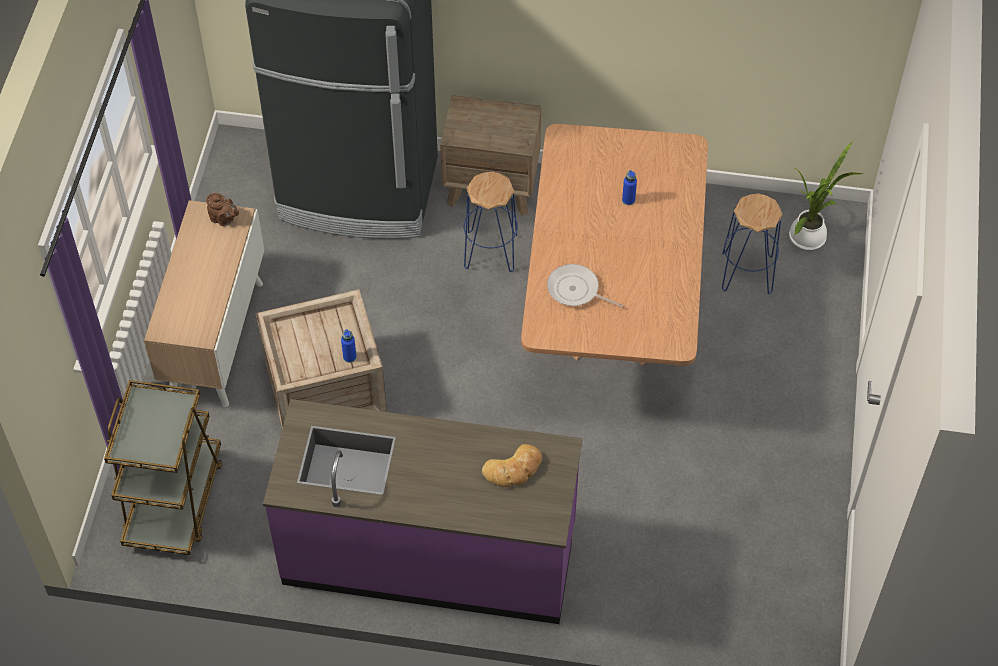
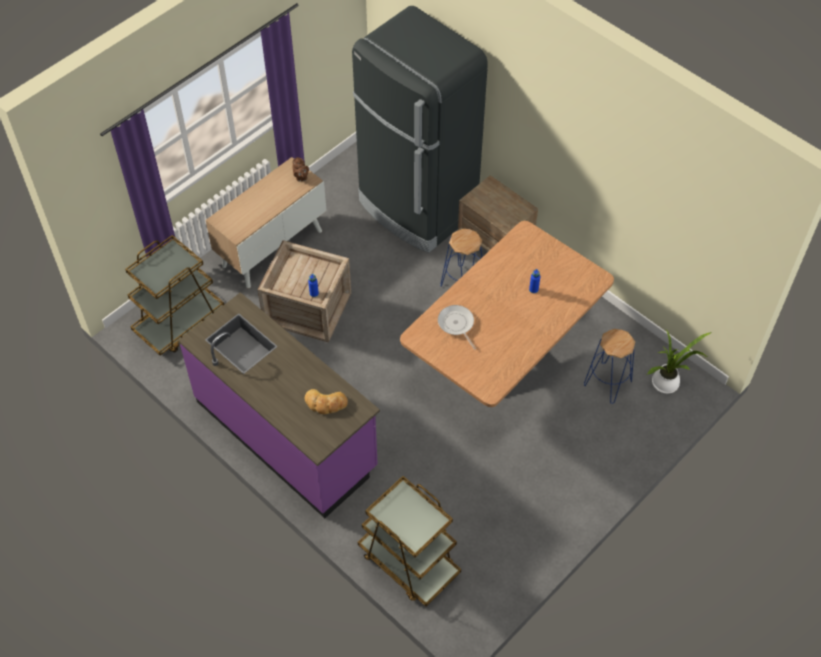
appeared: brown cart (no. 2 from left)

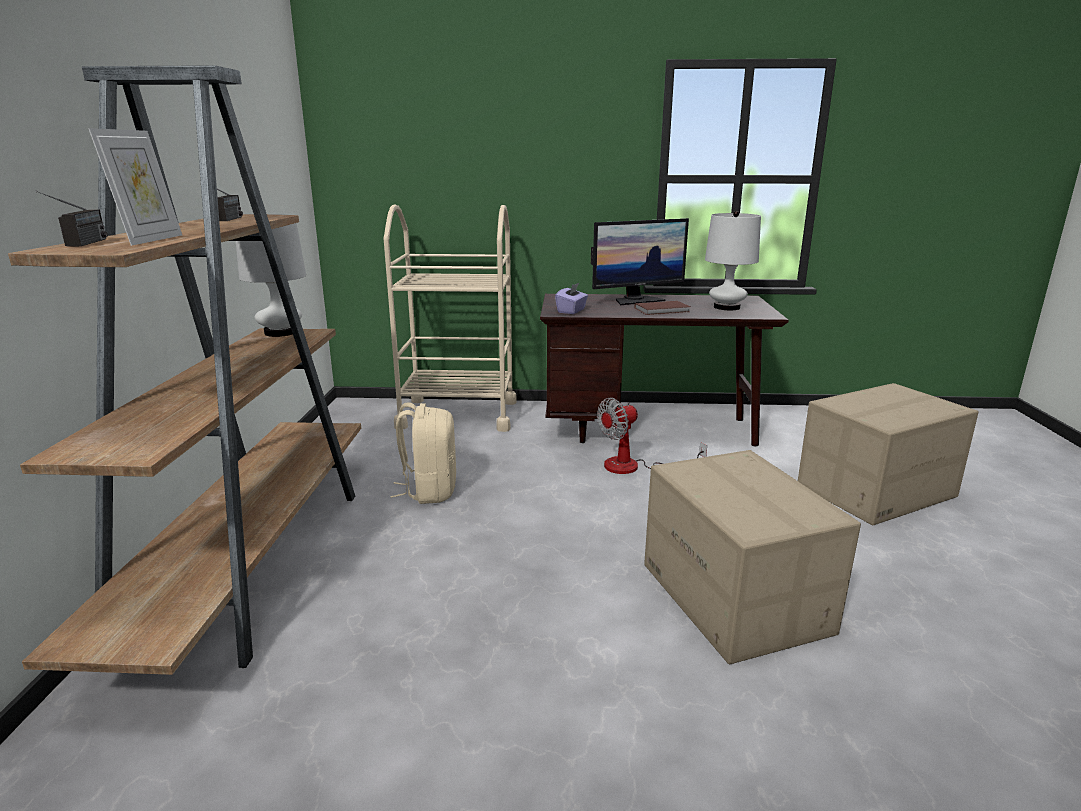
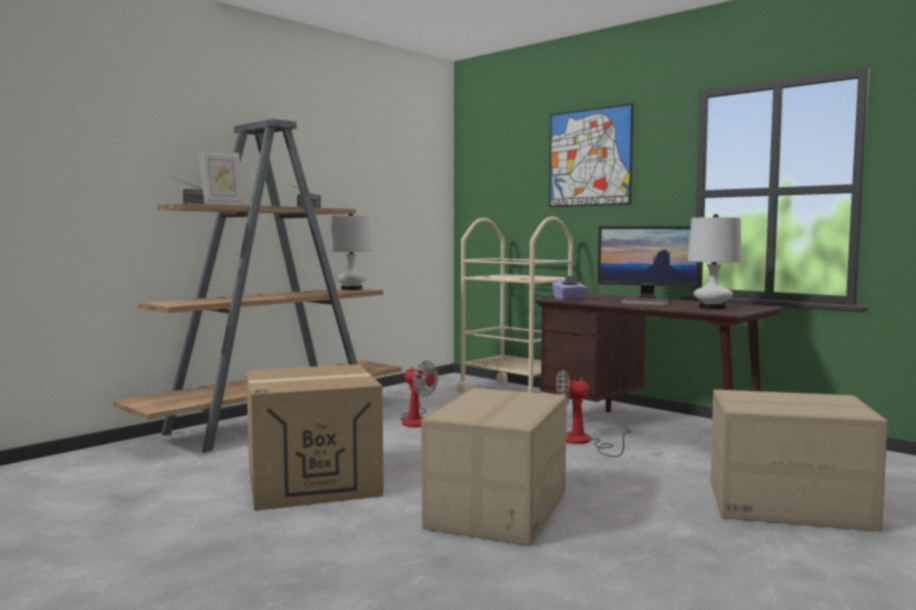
appeared: cardboard box (no. 1 from left); picture
exchanged: beige backpack to fan (no. 1 from left)

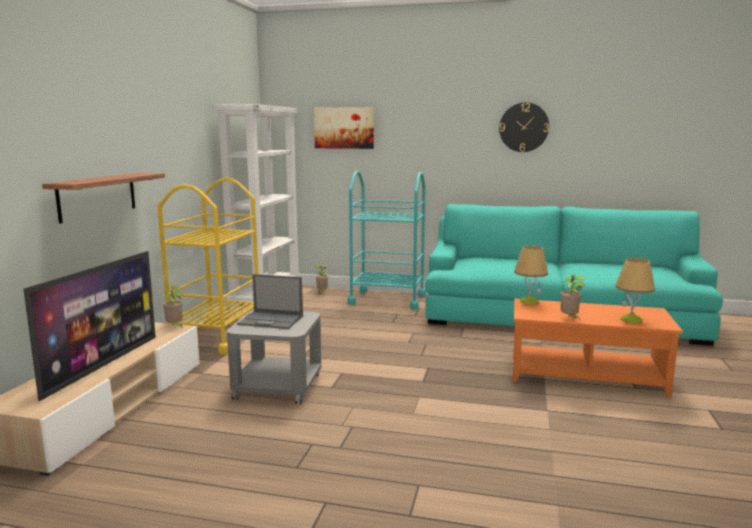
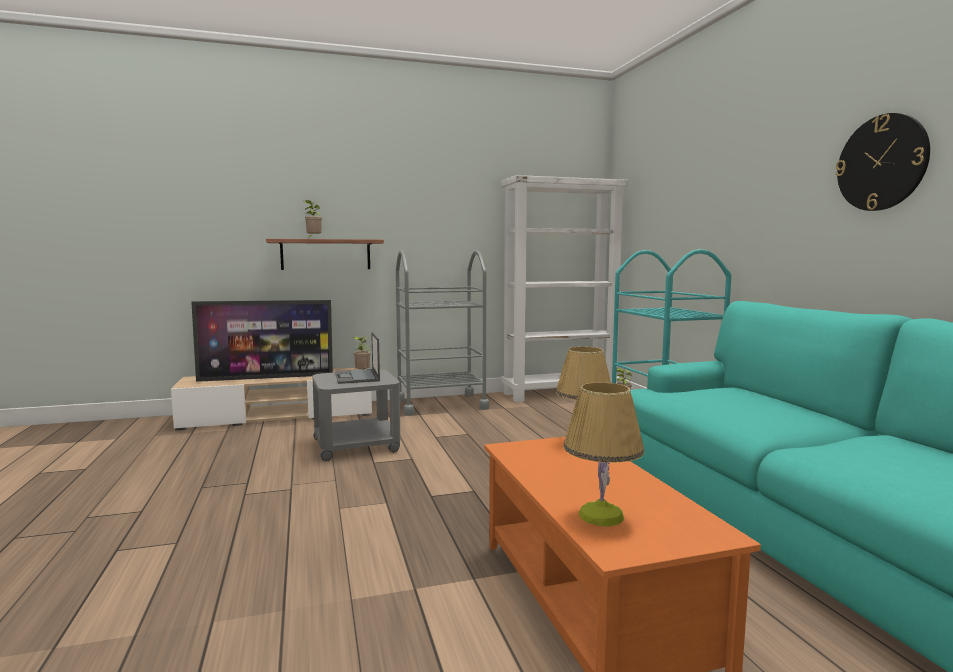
missing: picture
relocated: potted plant (no. 3 from left in the first image) to potted plant (no. 1 from left)
colour: yellow cart to grey cart

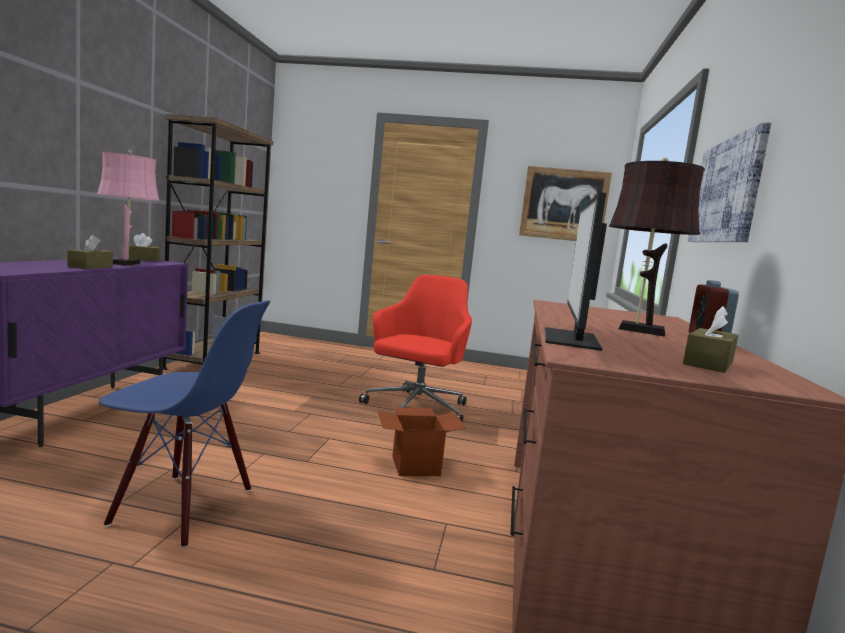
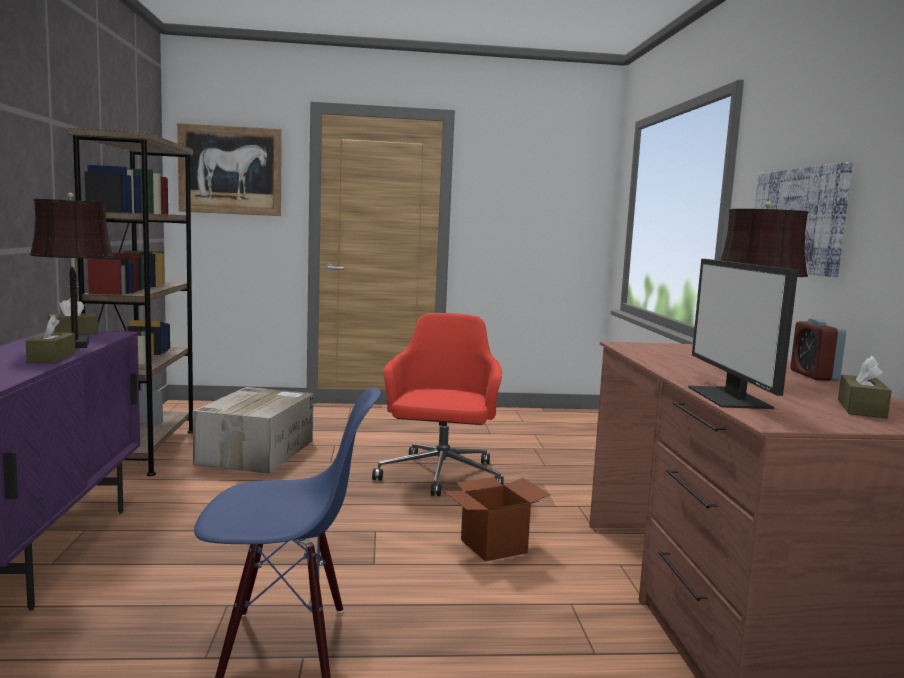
appeared: cardboard box (no. 1 from left)
relocated: picture (no. 1 from left)
colour: pink table lamp to brown table lamp (no. 1 from left)

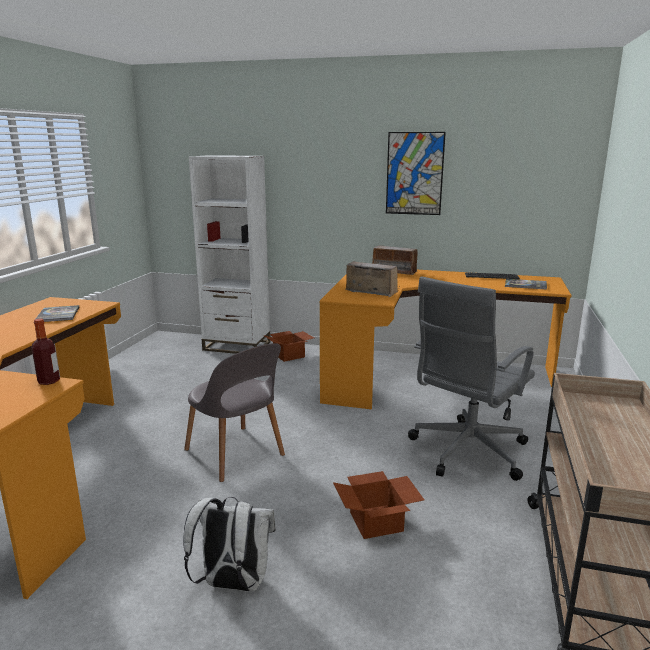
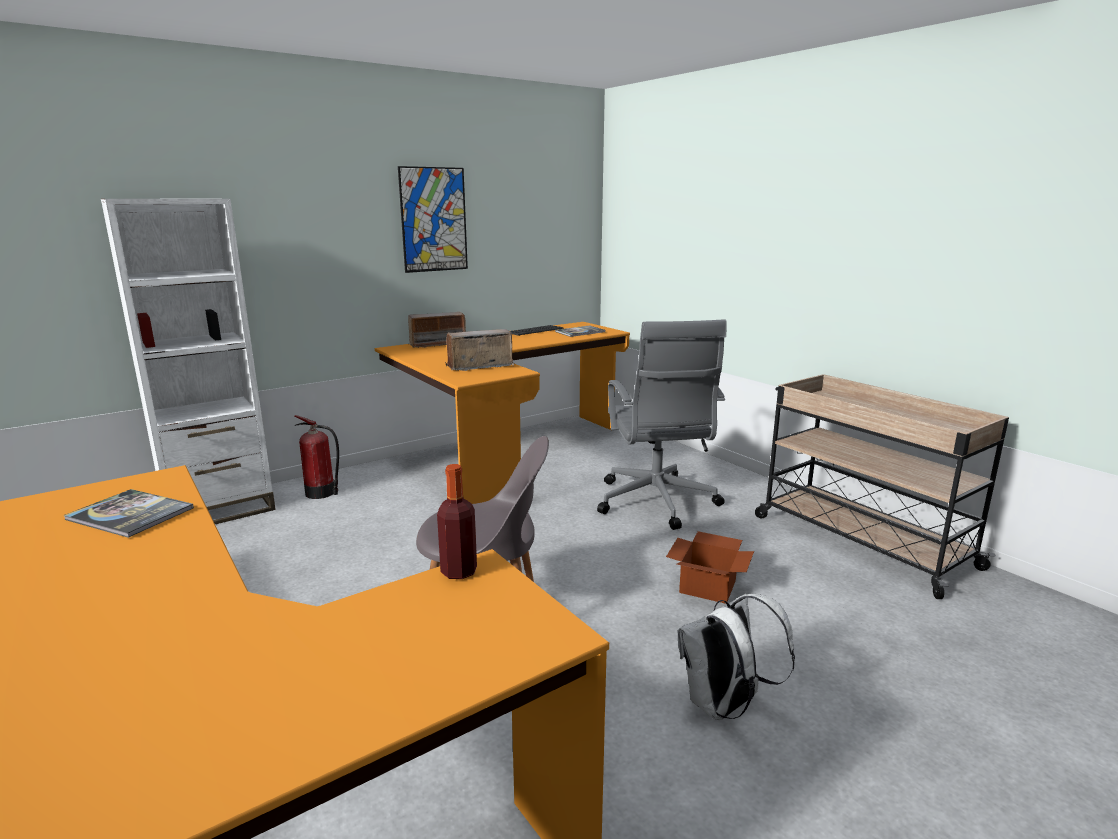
exchanged: cardboard box (no. 1 from left) to fire extinguisher

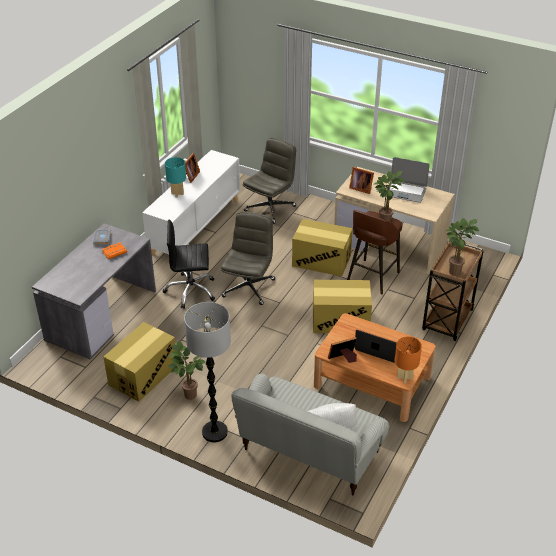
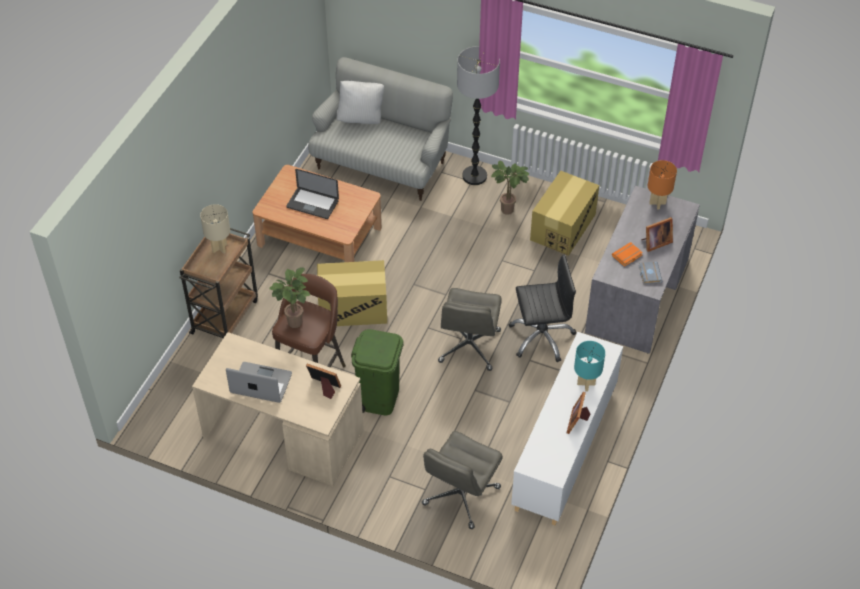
relocated: picture frame (no. 2 from left in the first image) to picture frame (no. 3 from left); orange table lamp
exchanged: potted plant (no. 3 from left) to beige table lamp; cardboard box (no. 2 from left) to green trash can

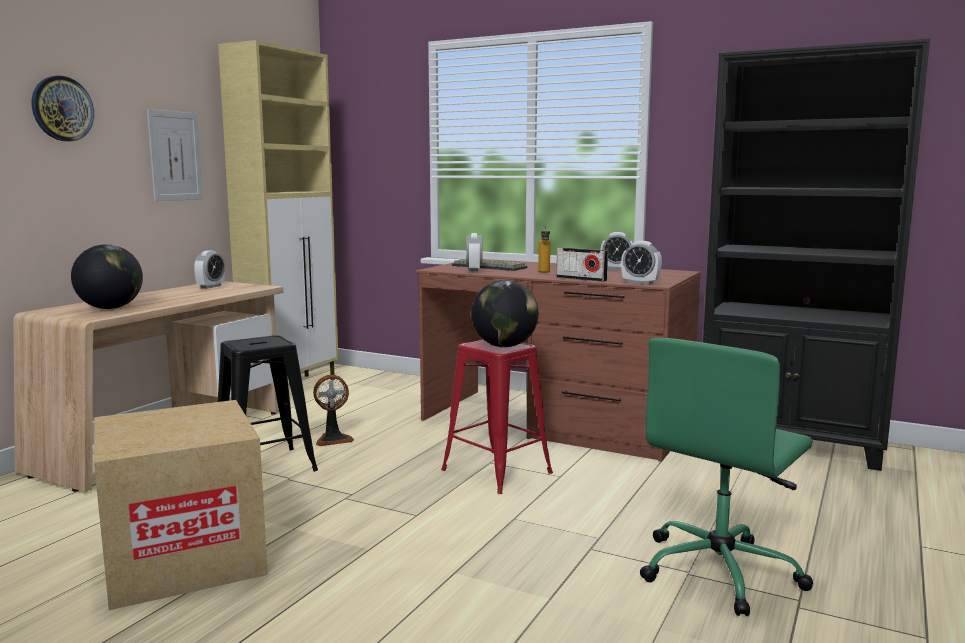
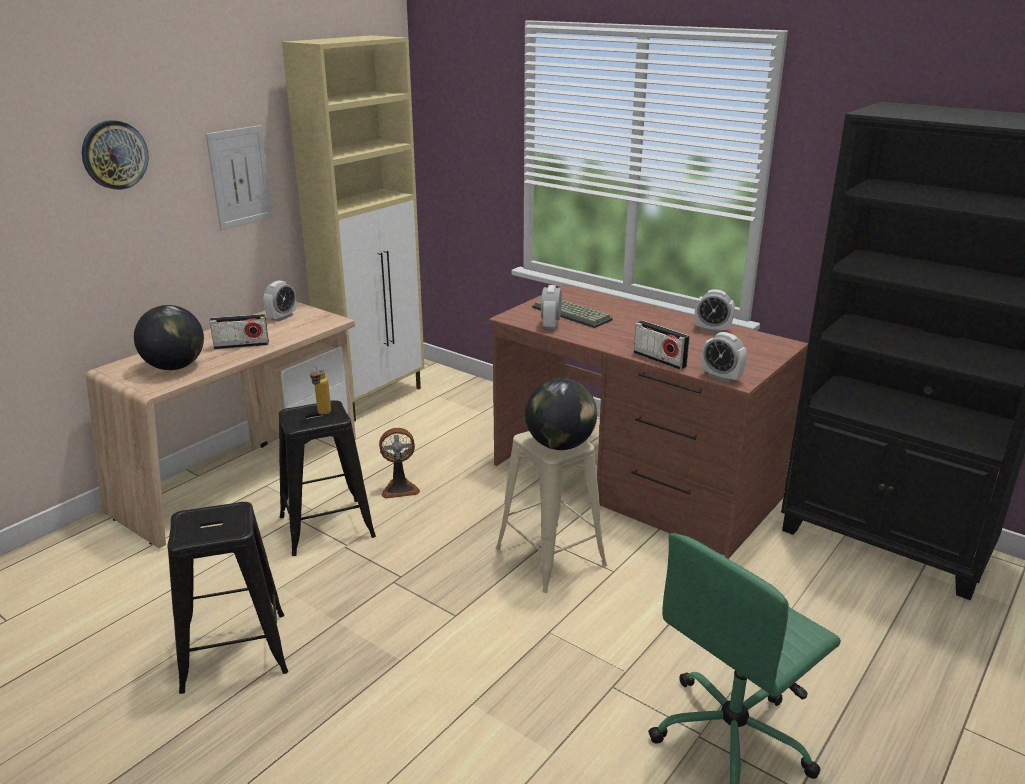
appeared: radio (no. 1 from left)
relocated: bottle
exchanged: cardboard box to black stool (no. 1 from left)
colour: red stool to beige stool

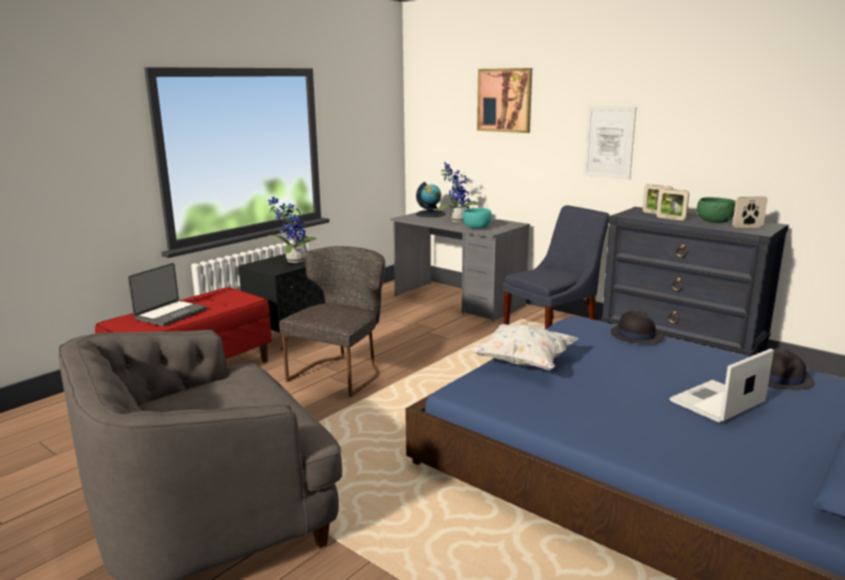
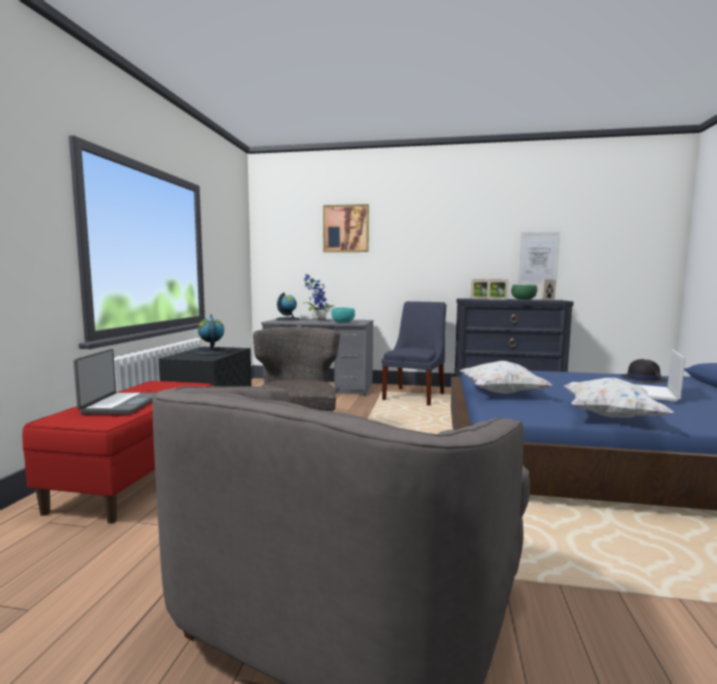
missing: black hat (no. 1 from left)
appeared: white pillow (no. 2 from left)
relocated: picture (no. 2 from left)
exchanged: potted plant (no. 1 from left) to globe (no. 1 from left)

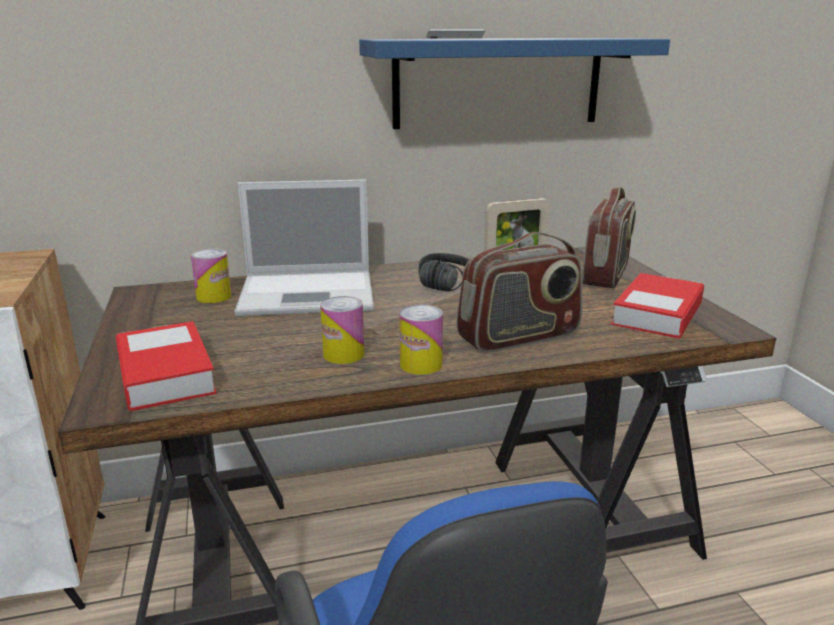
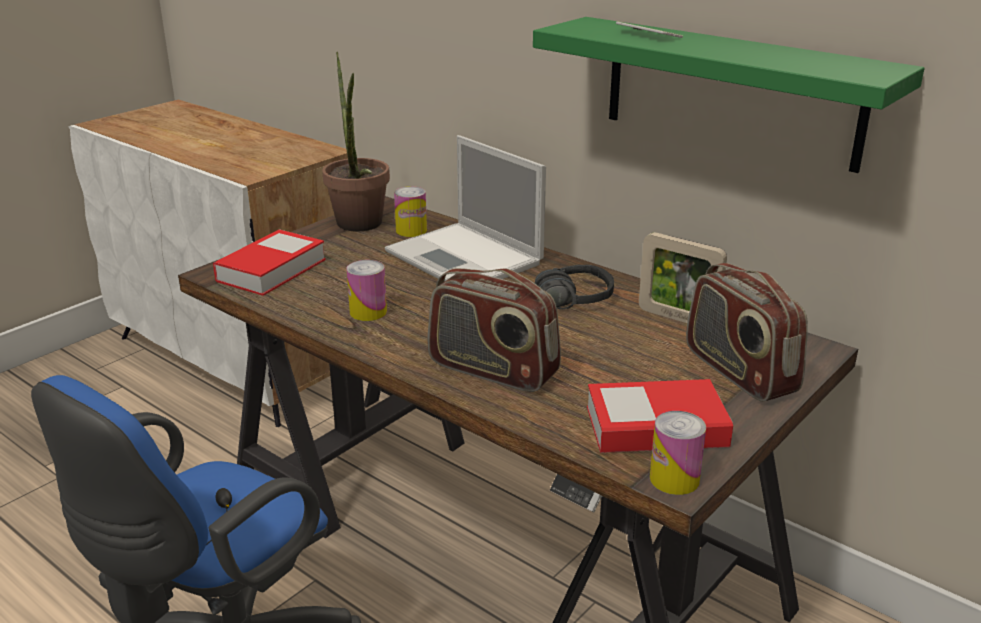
appeared: potted plant
relocated: can (no. 3 from left)
colour: blue shelf to green shelf
spun: radio (no. 2 from left) 75 degrees clockwise

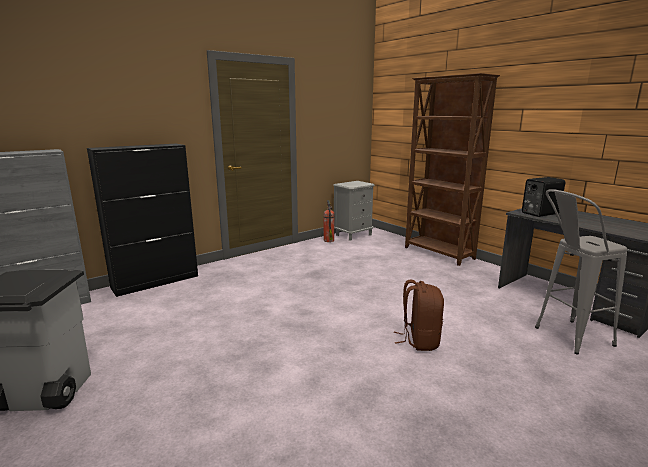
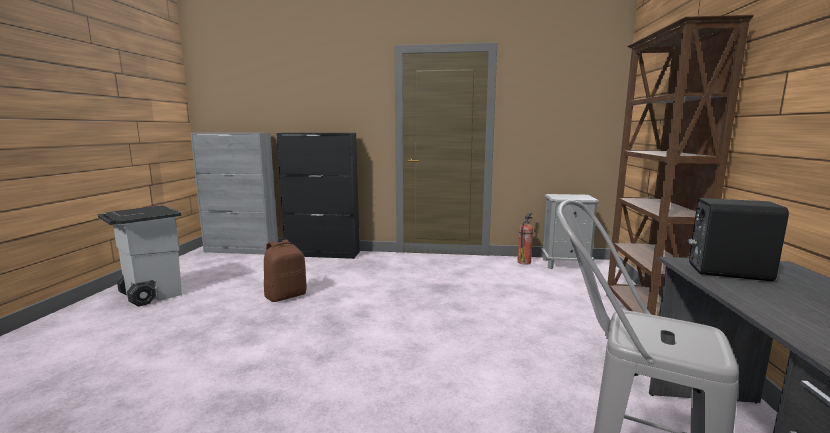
relocated: brown backpack

